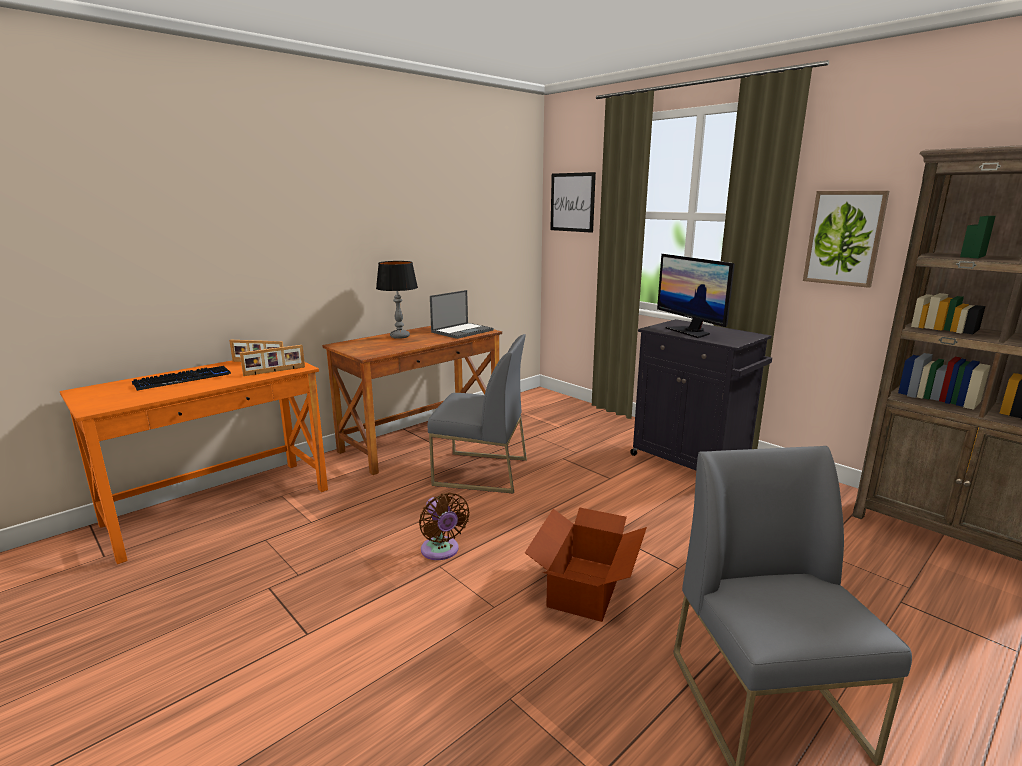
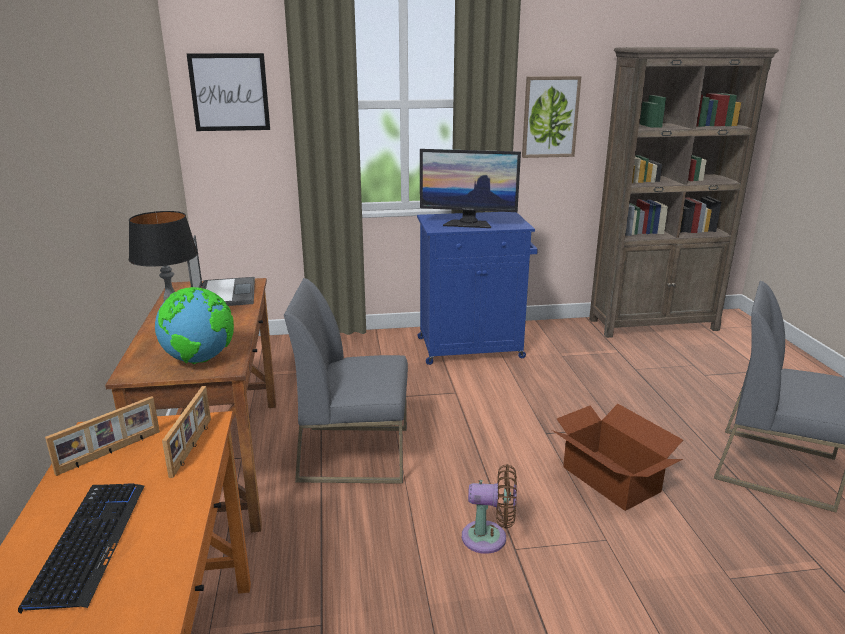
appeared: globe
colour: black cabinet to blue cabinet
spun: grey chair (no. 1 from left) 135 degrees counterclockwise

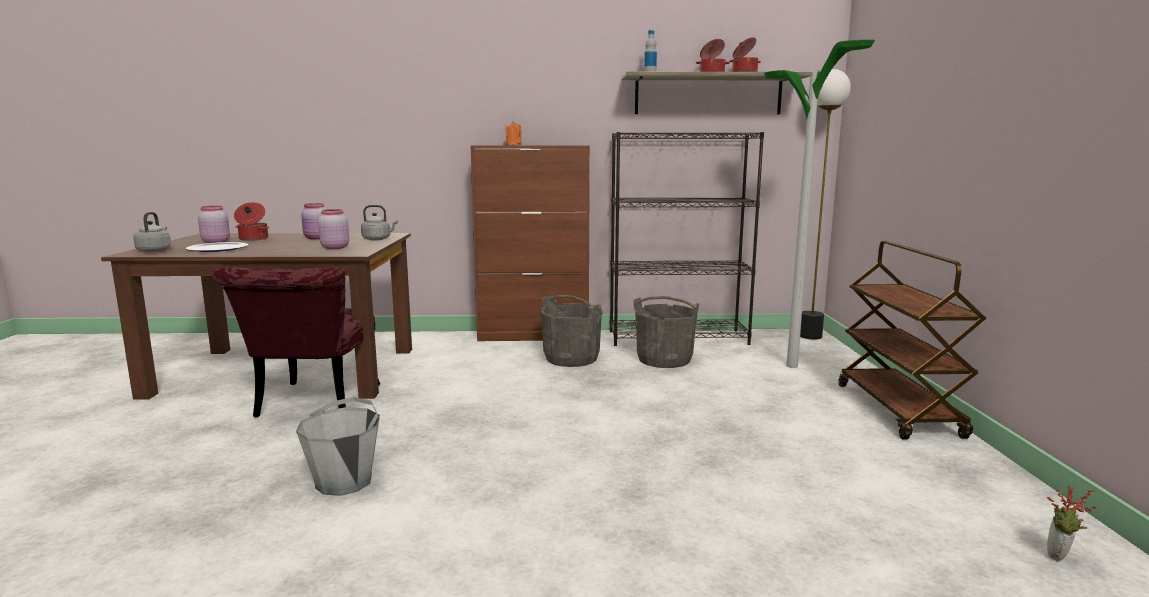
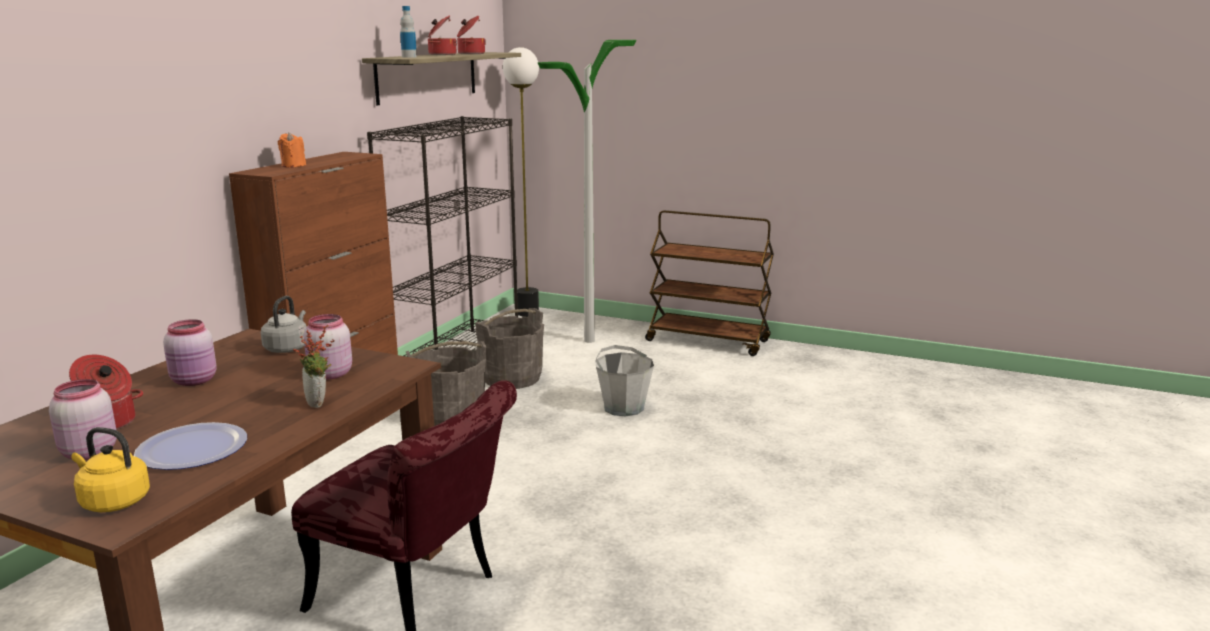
relocated: potted plant; grey bucket (no. 1 from left in the first image) to grey bucket (no. 3 from left)
colour: grey kettle (no. 1 from left) to yellow kettle

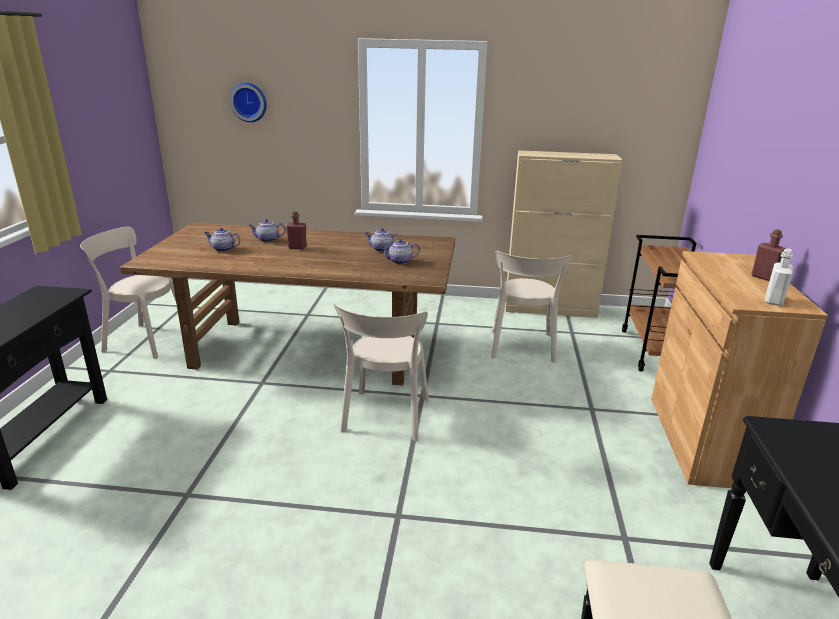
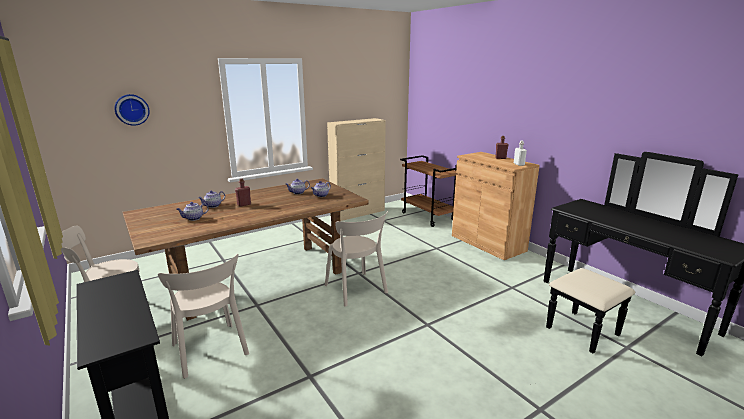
relocated: beige chair (no. 3 from left in the first image) to beige chair (no. 2 from left)

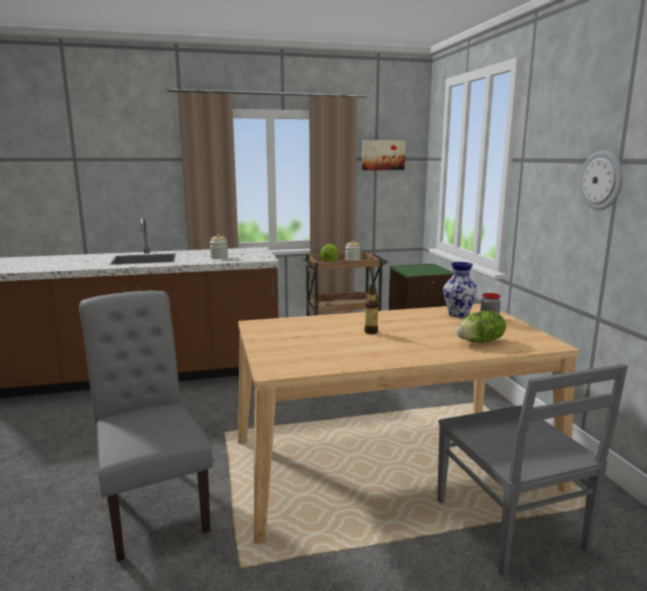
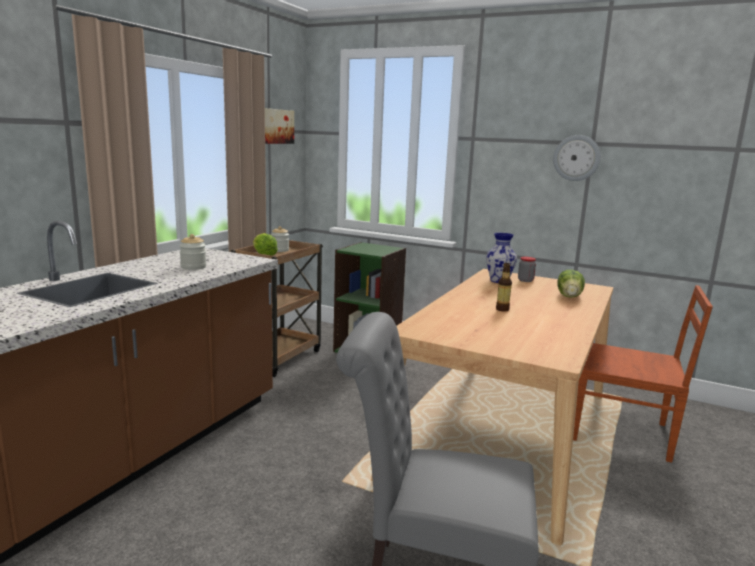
colour: grey chair (no. 2 from left) to brown chair

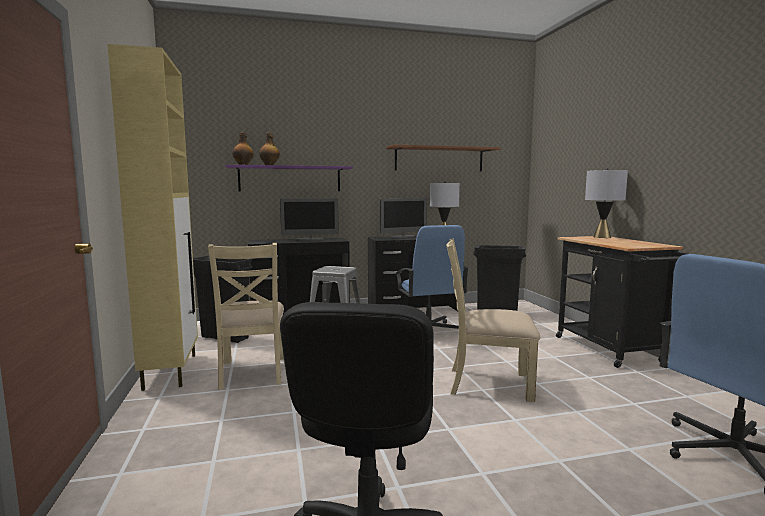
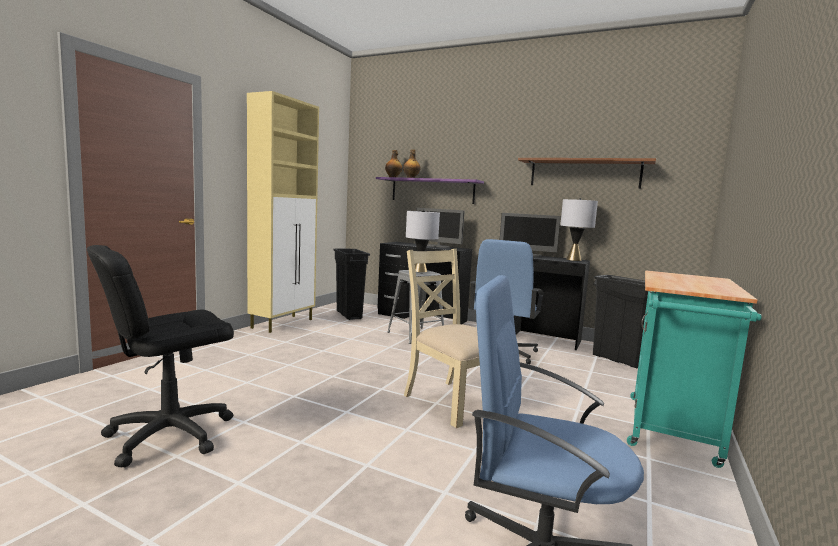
missing: beige chair (no. 1 from left)
relocated: grey table lamp (no. 2 from left in the first image) to grey table lamp (no. 1 from left)
colour: black cart to turquoise cart

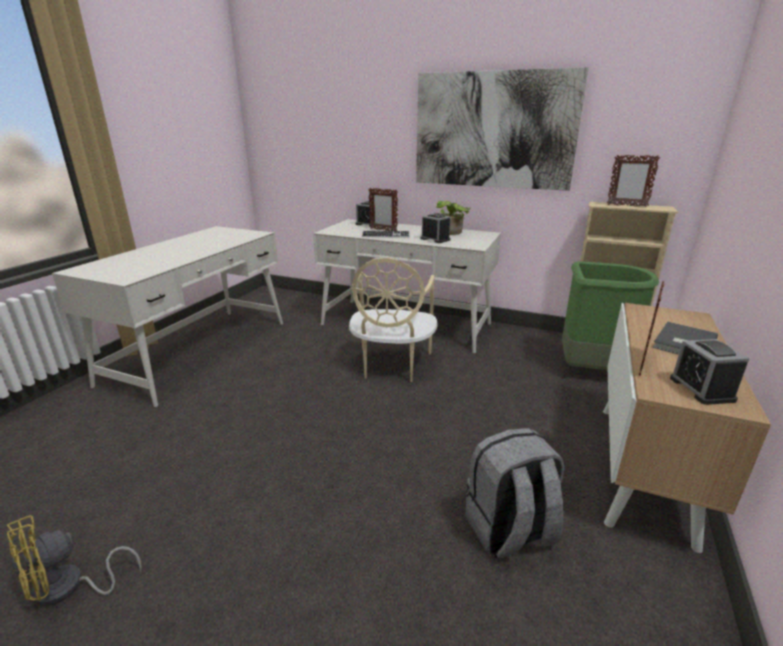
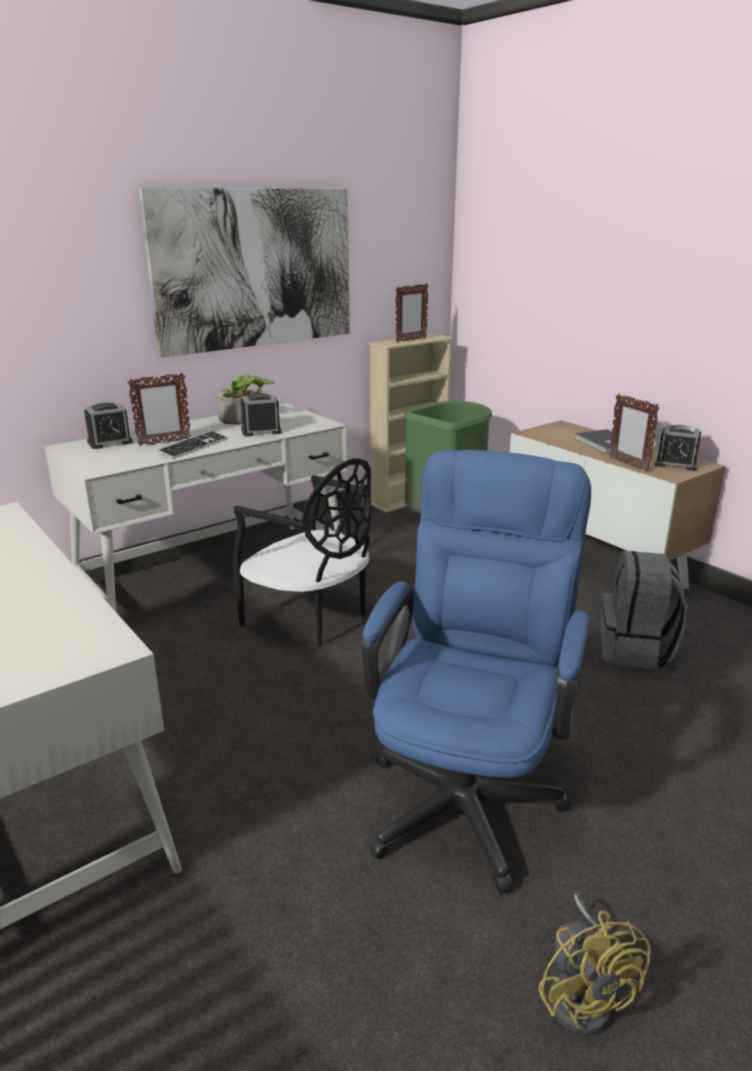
appeared: blue office chair
colour: beige chair to black chair

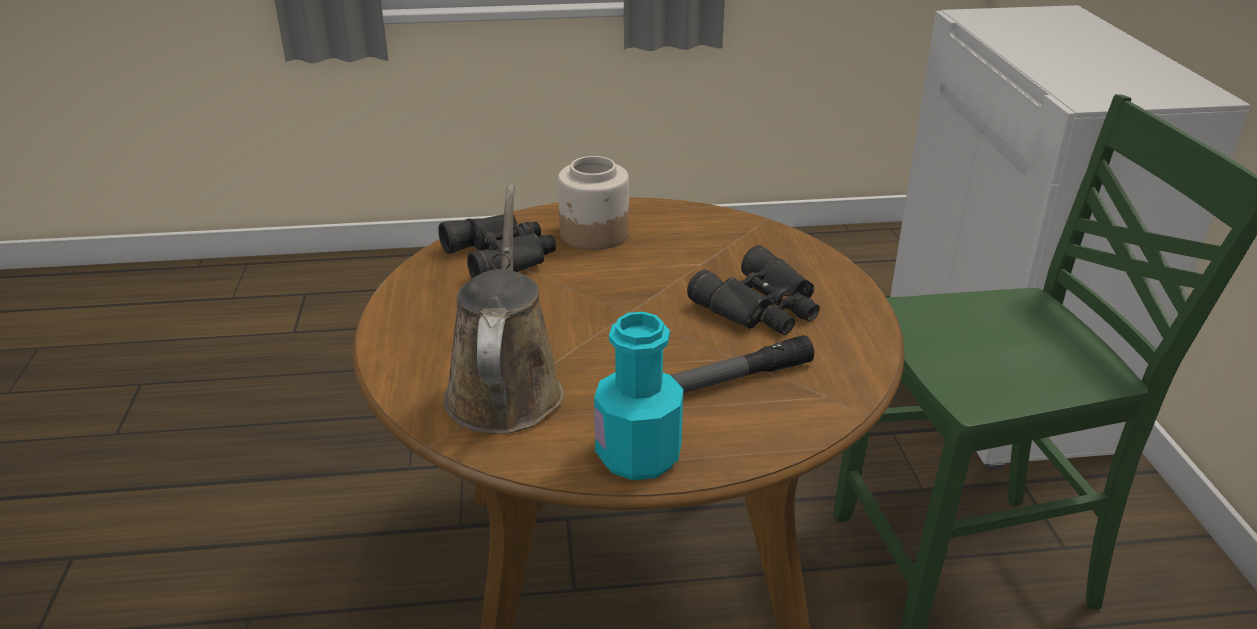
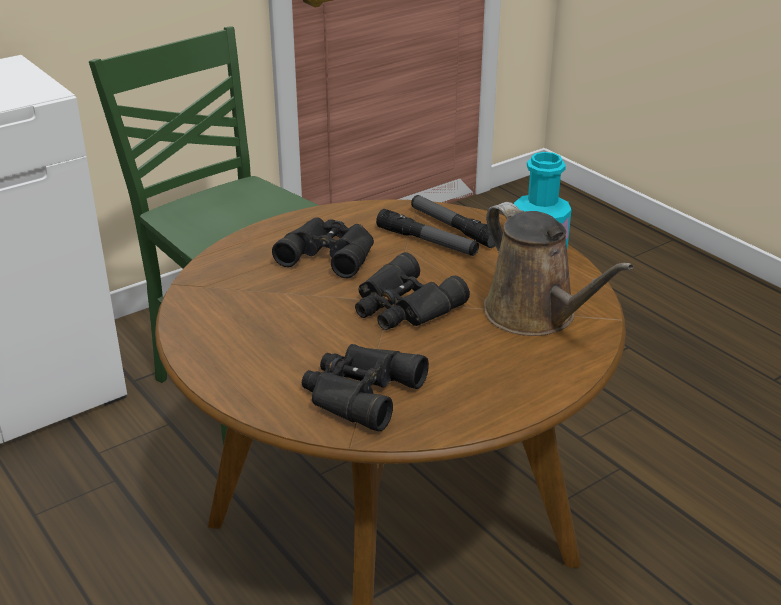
missing: jar
appeared: black binoculars (no. 3 from left); flashlight (no. 2 from left)
spun: brown watering can 90 degrees counterclockwise

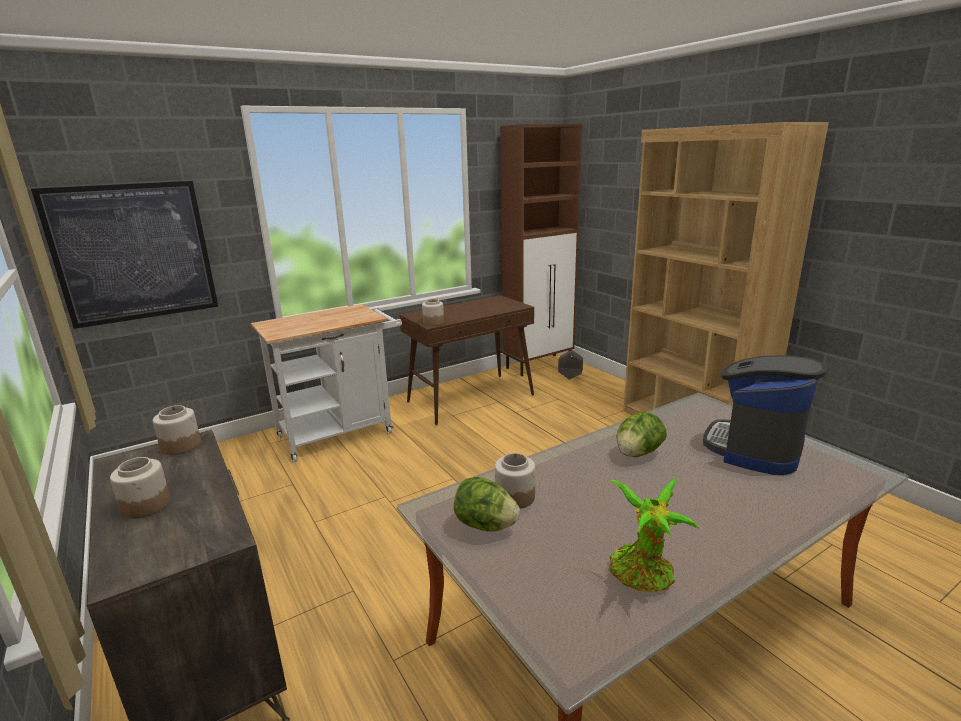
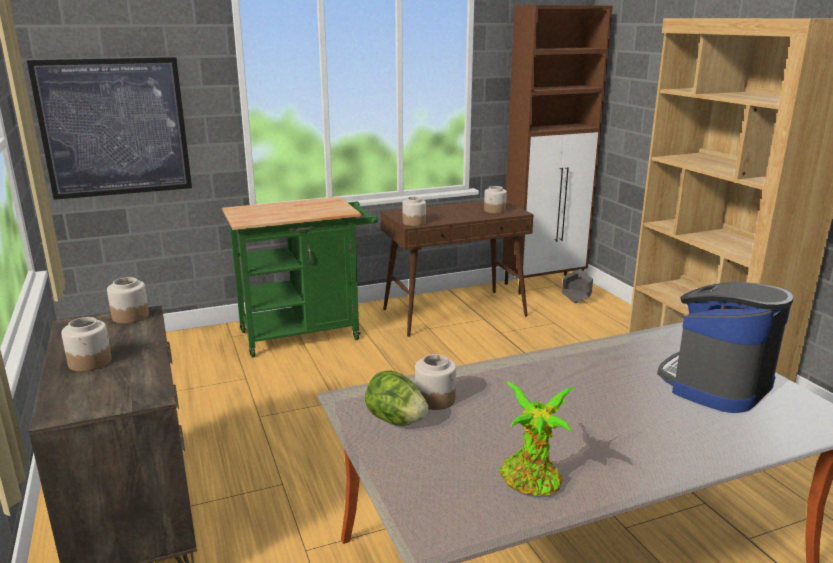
missing: lettuce (no. 2 from left)
appeared: jar (no. 5 from left)
colour: white cart to green cart

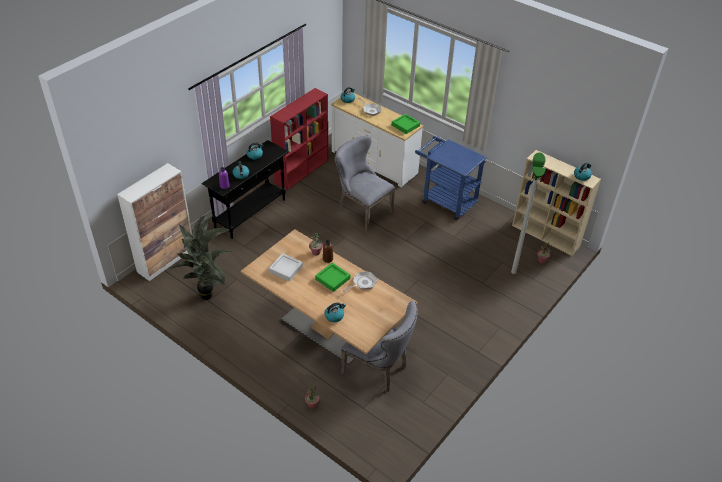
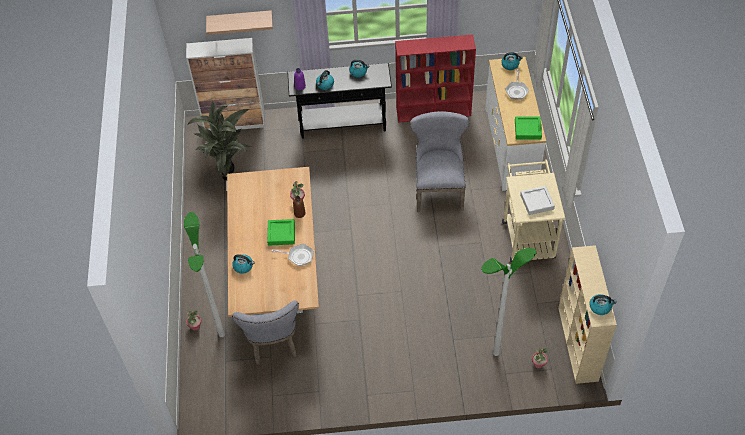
appeared: floor lamp (no. 1 from left); shelf
relocated: grey tray
colour: blue cart to beige cart

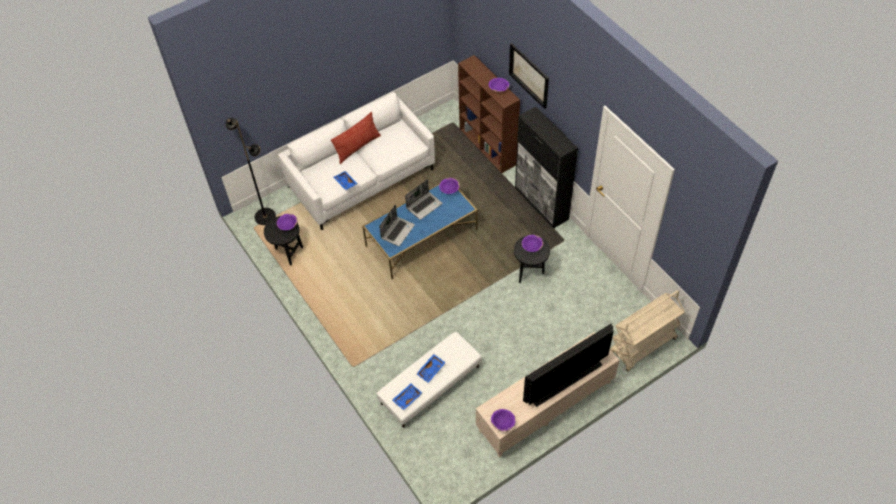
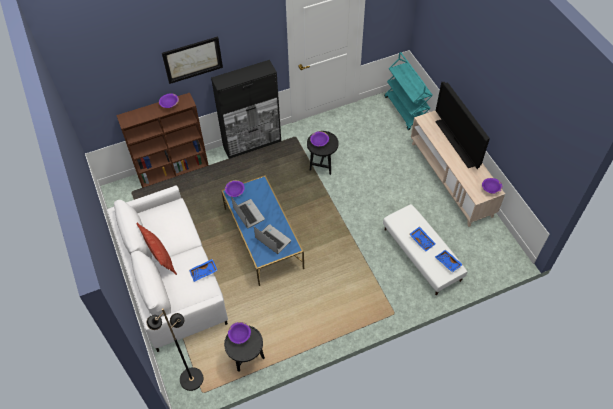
colour: beige cart to turquoise cart

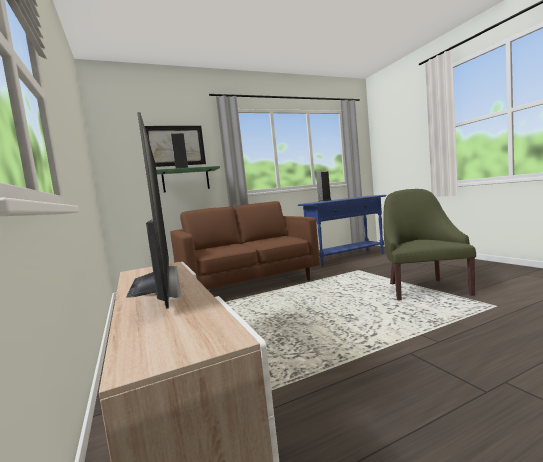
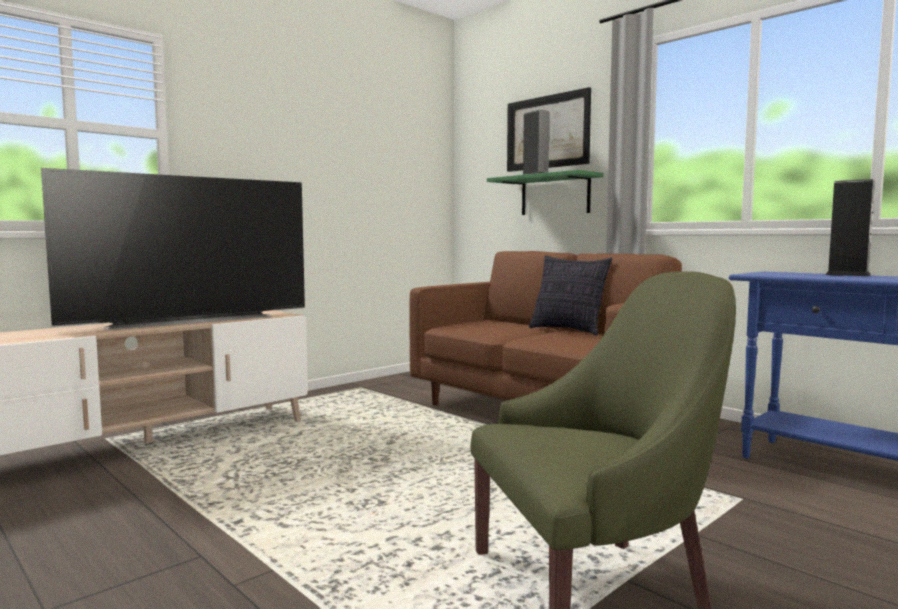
appeared: pillow

